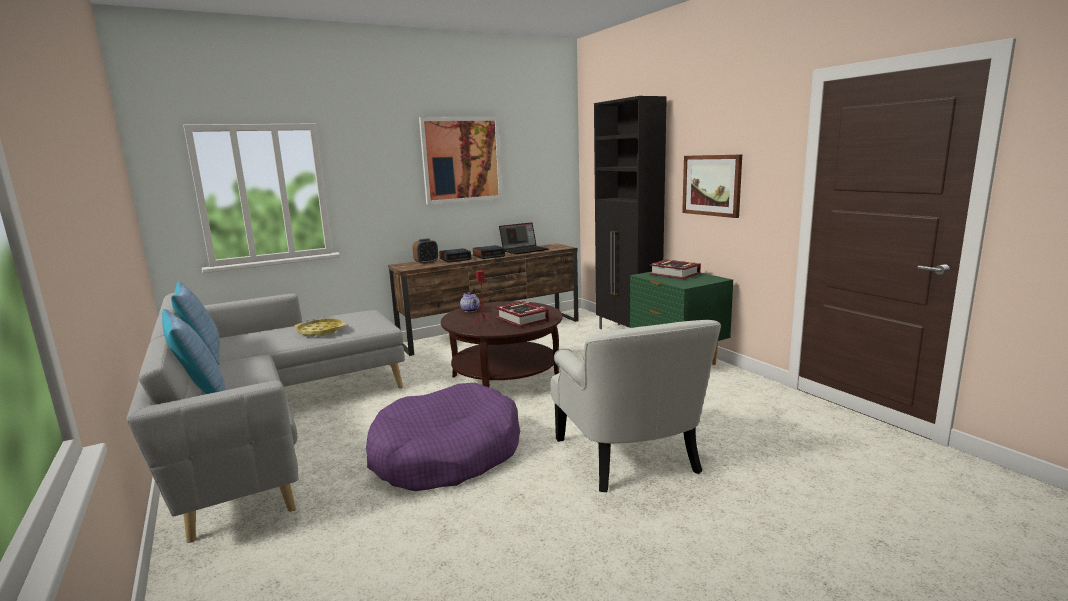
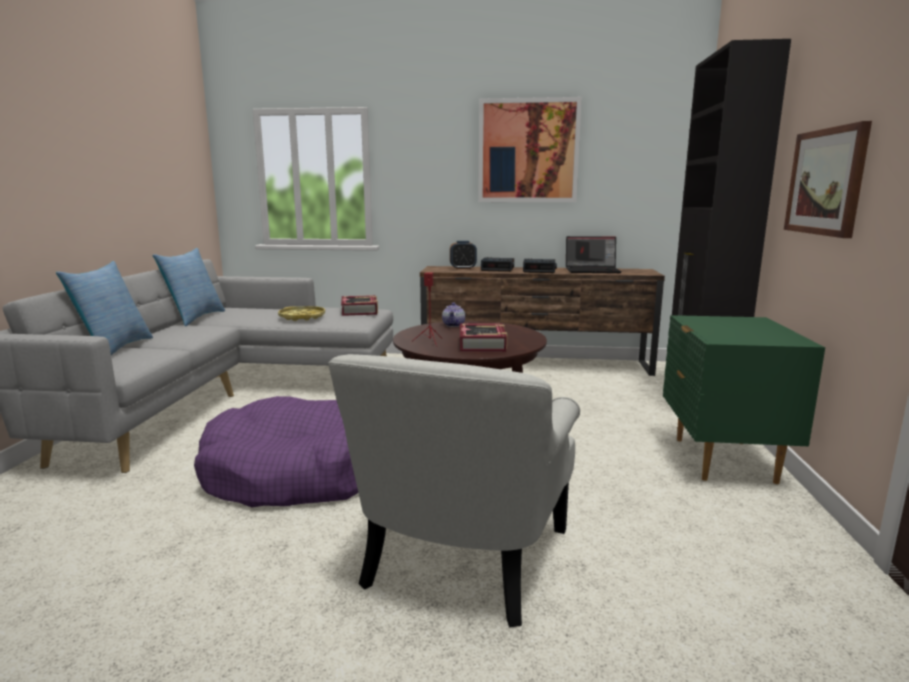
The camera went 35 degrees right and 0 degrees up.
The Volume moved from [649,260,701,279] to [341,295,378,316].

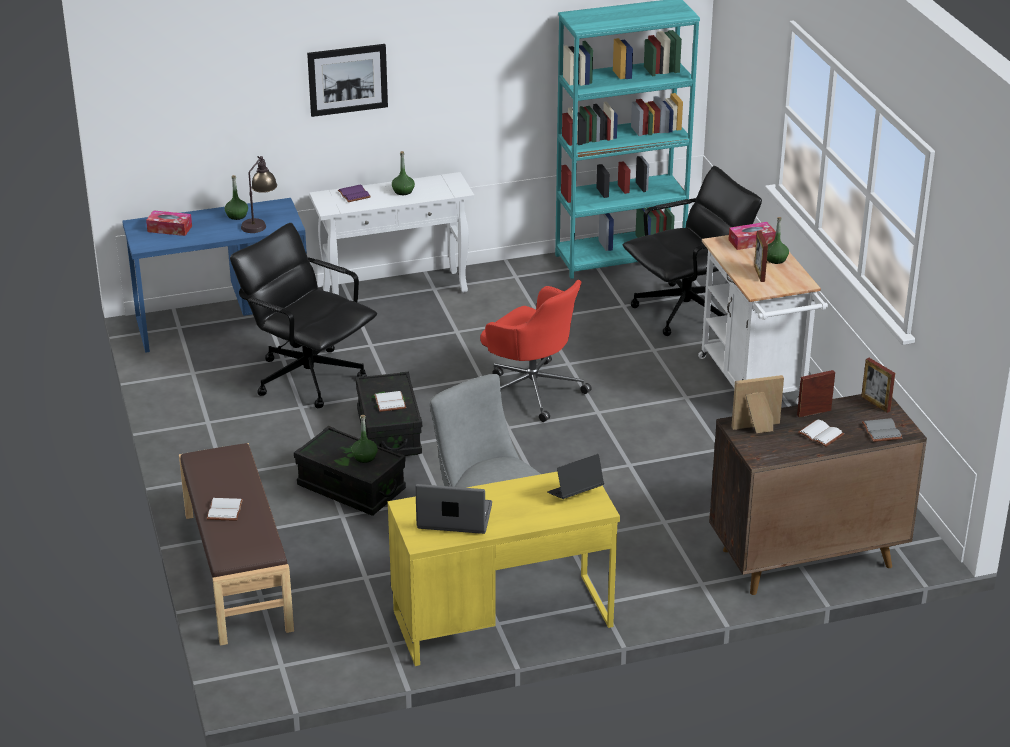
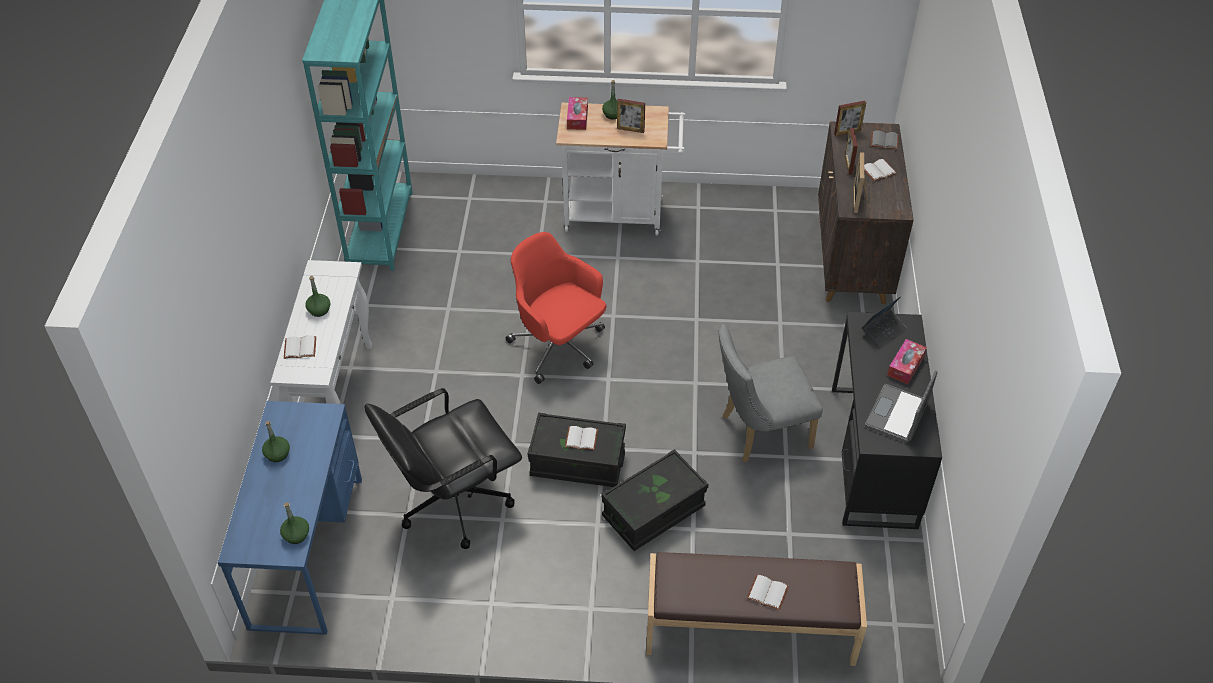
The camera went 70 degrees left and 15 degrees up.
The WallArt at [307,44,388,117] disappeared.
The TableLamp at [241,156,277,233] disappeared.
The BlackColouredComputerChair at [623,166,762,336] disappeared.
The PurpleColouredVolume at [338,184,371,202] became the WhiteColouredVolume at [284,335,316,359].
The TissueHolder moved from [146,210,192,236] to [887,339,927,384].
The RedColouredComputerChair at [480,280,592,422] turned 105 degrees counterclockwise.
The GreenColouredBeverageBottle moved from [351,415,378,463] to [280,502,309,544].
The PortableComputer at [547,454,604,499] turned 120 degrees counterclockwise.
The YellowDeskTable at [388,471,620,666] became the BlackColouredDeskTable at [832,312,942,529].

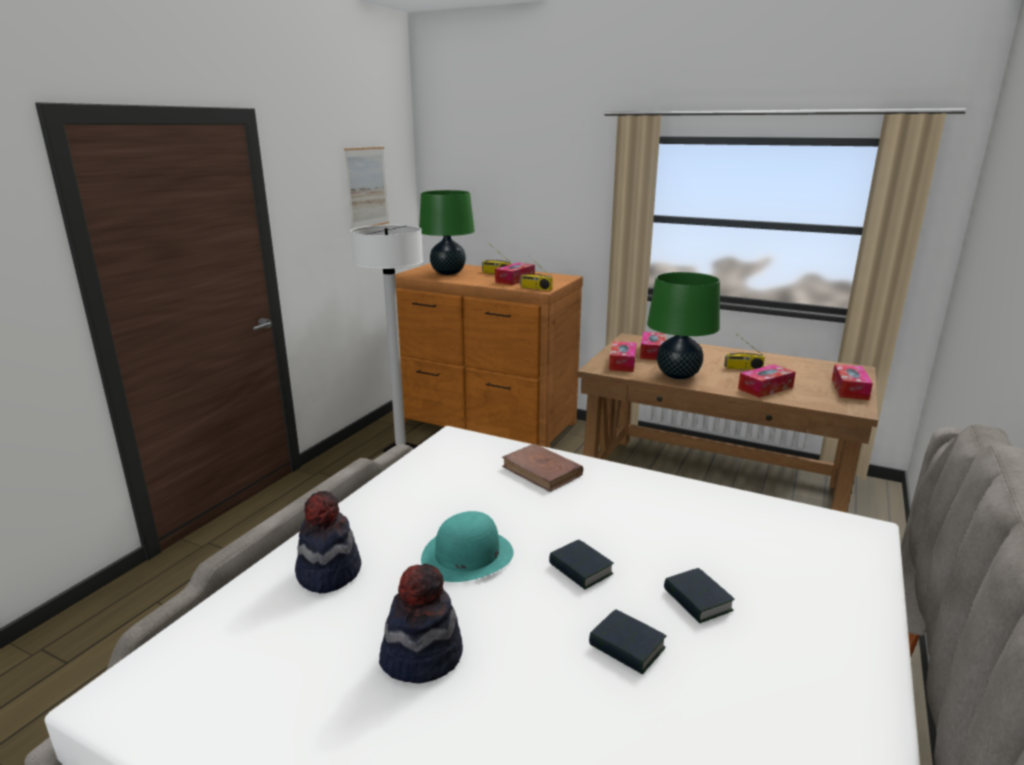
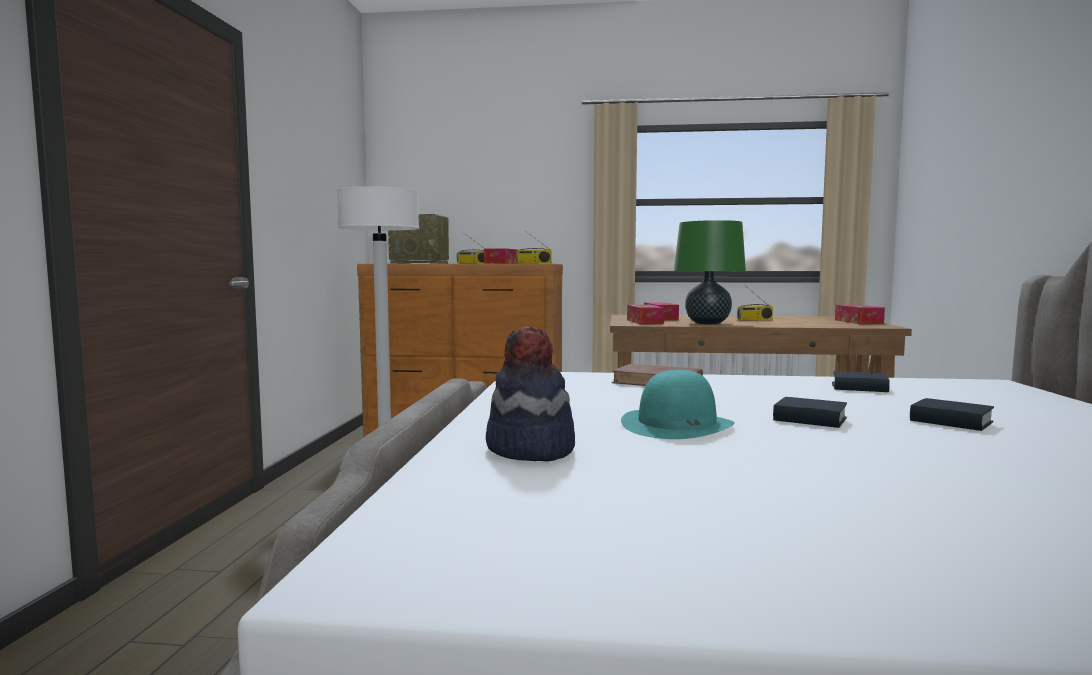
The camera went 20 degrees left and 15 degrees down.
The WallArt at [344,147,389,229] disappeared.
The GreenColouredTableLamp at [419,190,475,275] was replaced by the Radio at [388,214,449,264].
The TissueHolder at [738,364,796,398] disappeared.
The Hat at [379,563,463,683] disappeared.
The Volume moved from [589,609,667,675] to [832,371,890,392].

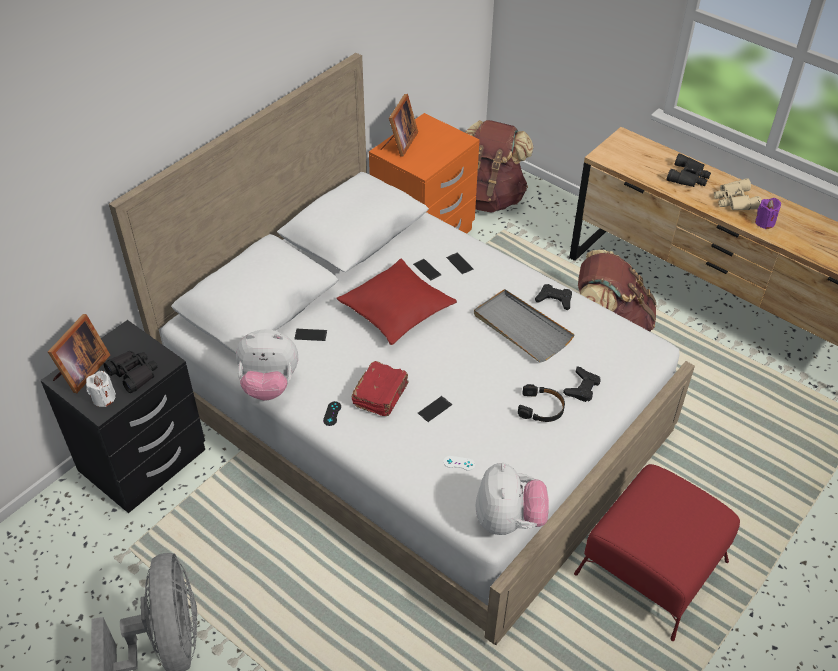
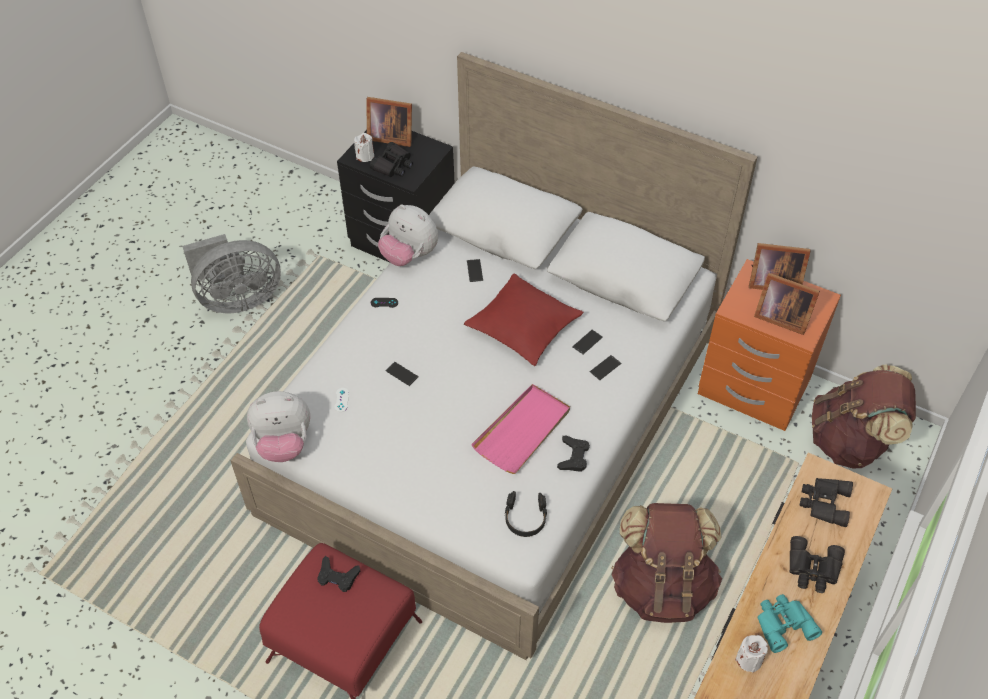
The camera went 80 degrees right and 5 degrees up.
The BeigeFieldGlasses at [714,178,762,210] became the TurquoiseFieldGlasses at [757,594,822,653].
The PurpleColouredWaxCandle at [755,198,781,229] became the WhiteColouredWaxCandle at [735,635,768,673].
The GreyCarryingTray at [474,289,575,363] became the PinkishCarryingTray at [471,384,570,474].
The SoftToy at [236,329,298,401] turned 45 degrees counterclockwise.
The RedColouredVolume at [352,361,409,416] disappeared.
The BlackColouredGameController moved from [563,367,601,402] to [317,556,360,592].
The BlackColouredPairOfHeadphones moved from [518,384,565,422] to [505,491,547,537].
The PhotoFrame at [754,273,820,335] appeared.
The BlackColouredFieldGlasses at [799,478,853,527] appeared.

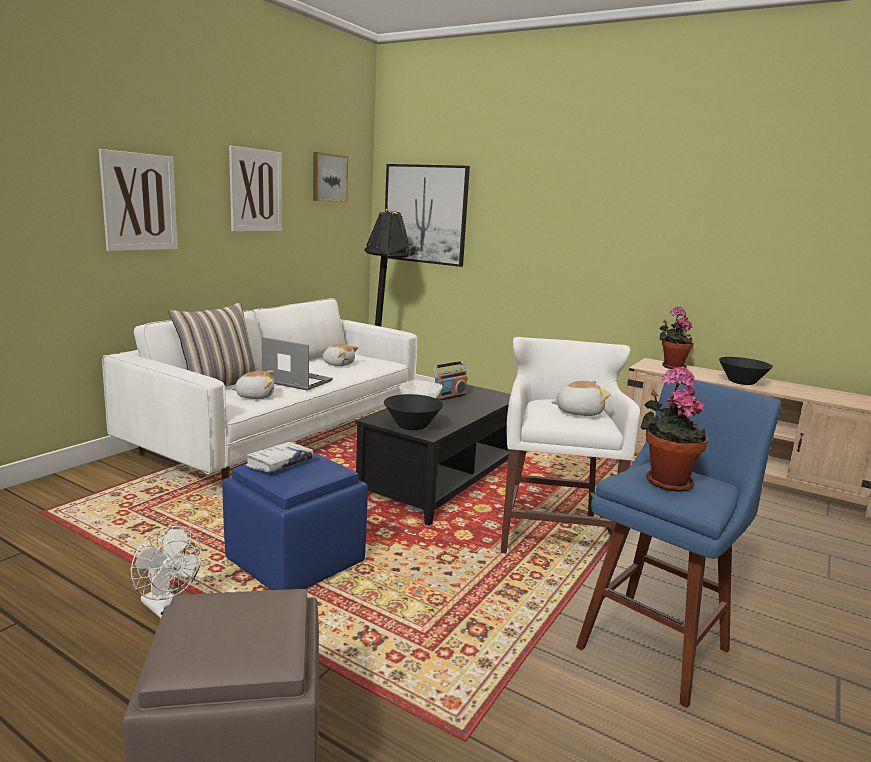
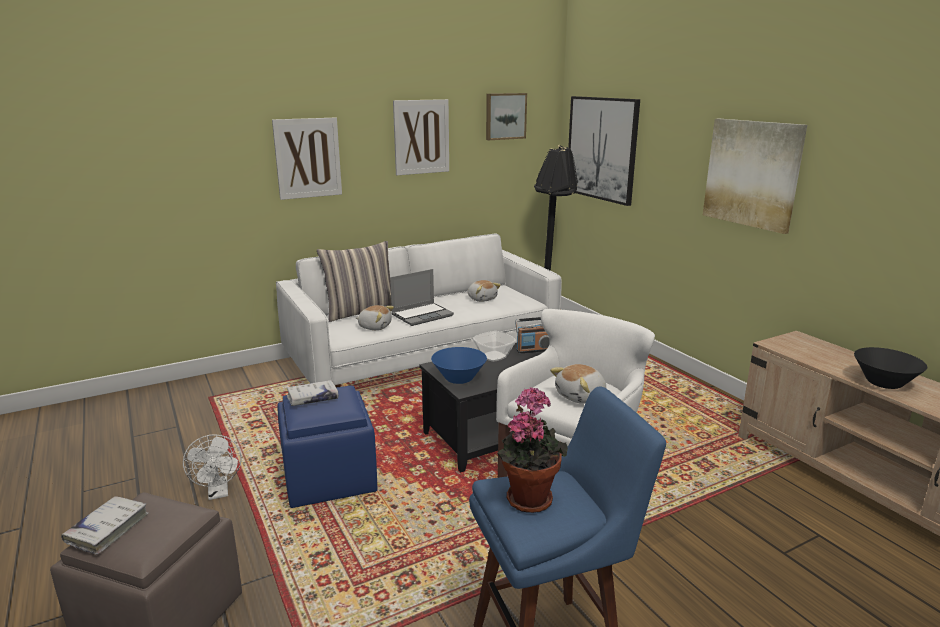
The camera went 30 degrees right and 5 degrees up.
The Houseplant at [659,307,694,369] disappeared.
The PortableComputer at [261,337,333,390] turned 90 degrees clockwise.
The SoftToy at [551,381,611,416] turned 120 degrees clockwise.
The BlackColouredDeepDish at [384,394,443,430] became the BlueDeepDish at [431,347,487,384].
The WallArt at [703,119,807,234] appeared.
The WhiteColouredVolume at [61,496,149,555] appeared.

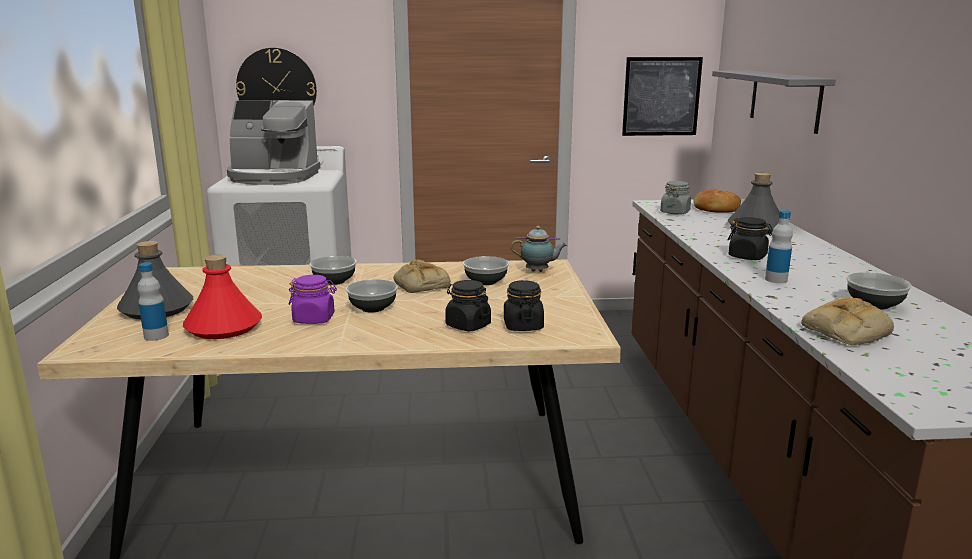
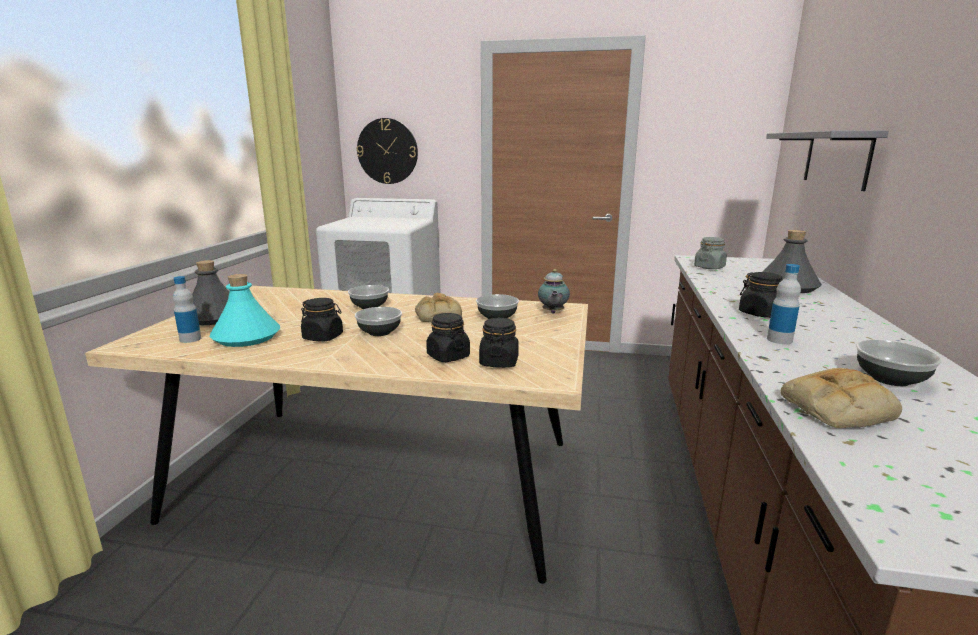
The camera went 15 degrees right and 0 degrees up.
The WallArt at [622,57,703,136] disappeared.
The CoffeeMaker at [227,100,320,185] disappeared.
The BakedBread at [693,189,741,213] disappeared.
The TeaPot at [511,226,567,272] turned 75 degrees clockwise.
The RedColouredBeverageBottle at [183,255,262,339] became the TurquoiseBeverageBottle at [210,274,280,347].
The PurpleColouredPreserveJar at [289,275,337,324] became the BlackColouredPreserveJar at [301,298,343,342].

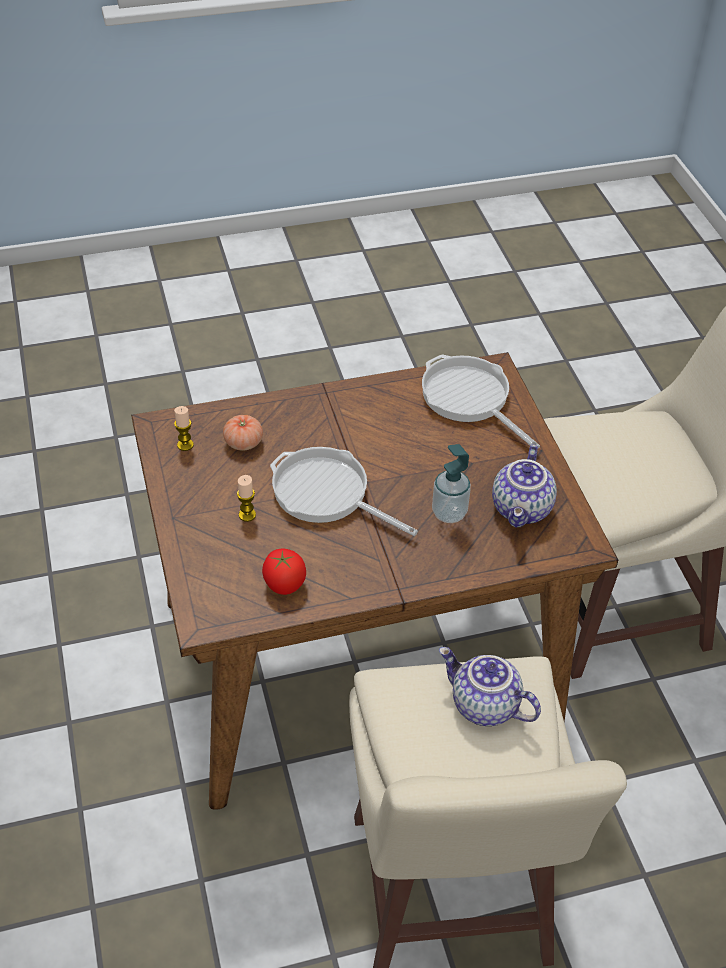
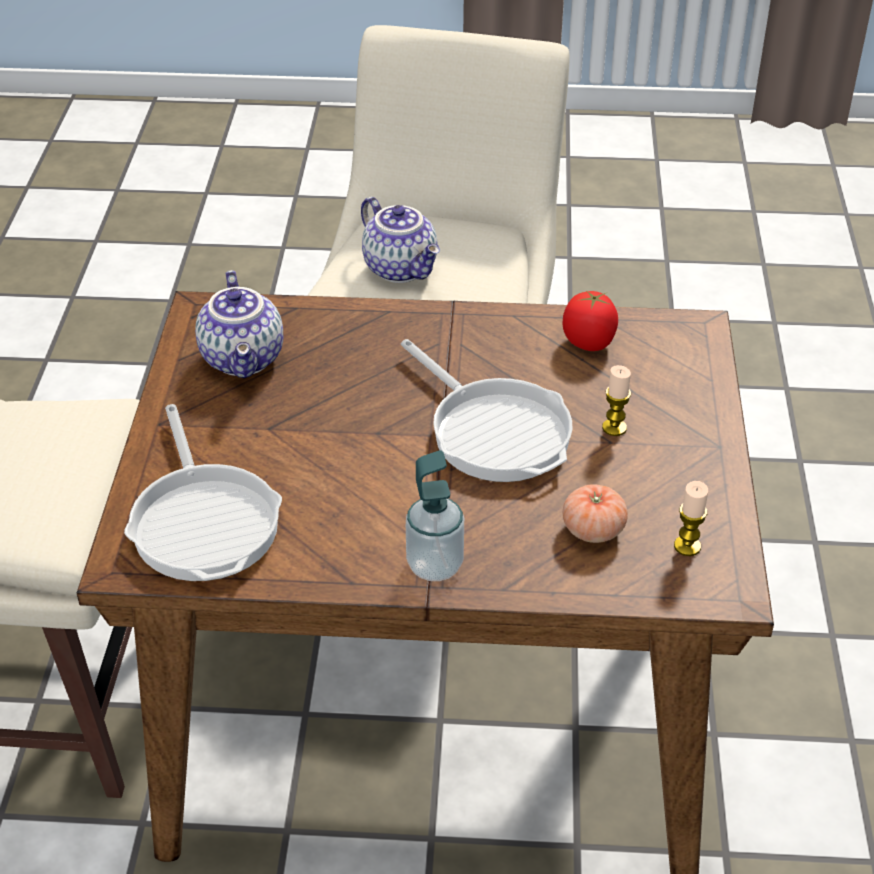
The camera went 160 degrees left and 5 degrees down.
The SoapBottle moved from [432,444,471,523] to [406,450,464,581].
The TeaPot at [492,444,557,528] turned 135 degrees clockwise.

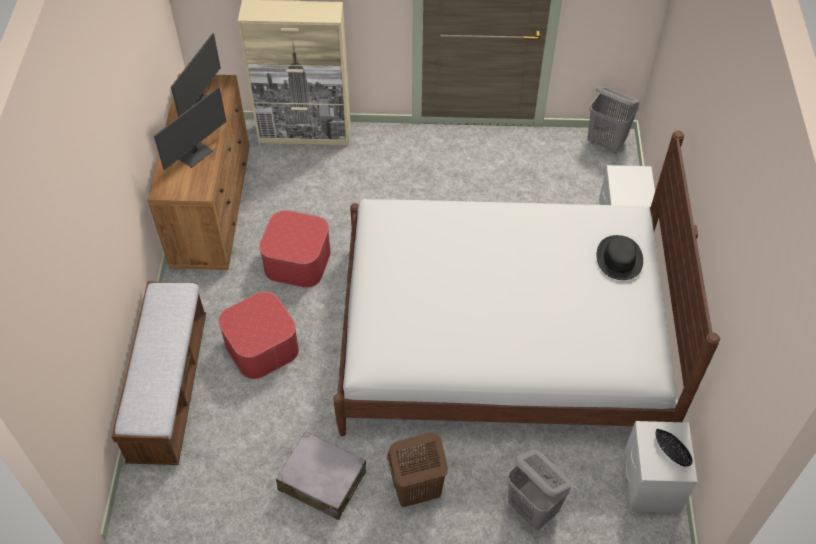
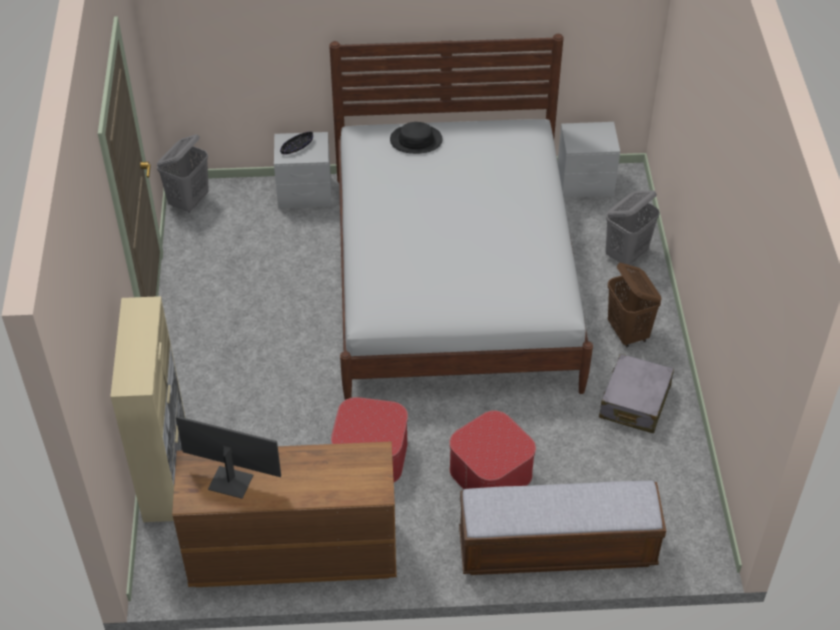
The camera went 95 degrees left and 5 degrees down.
The ComputerScreen at [154,87,227,170] disappeared.
The BlackColouredDeepDish moved from [656,429,693,467] to [280,132,313,154].

